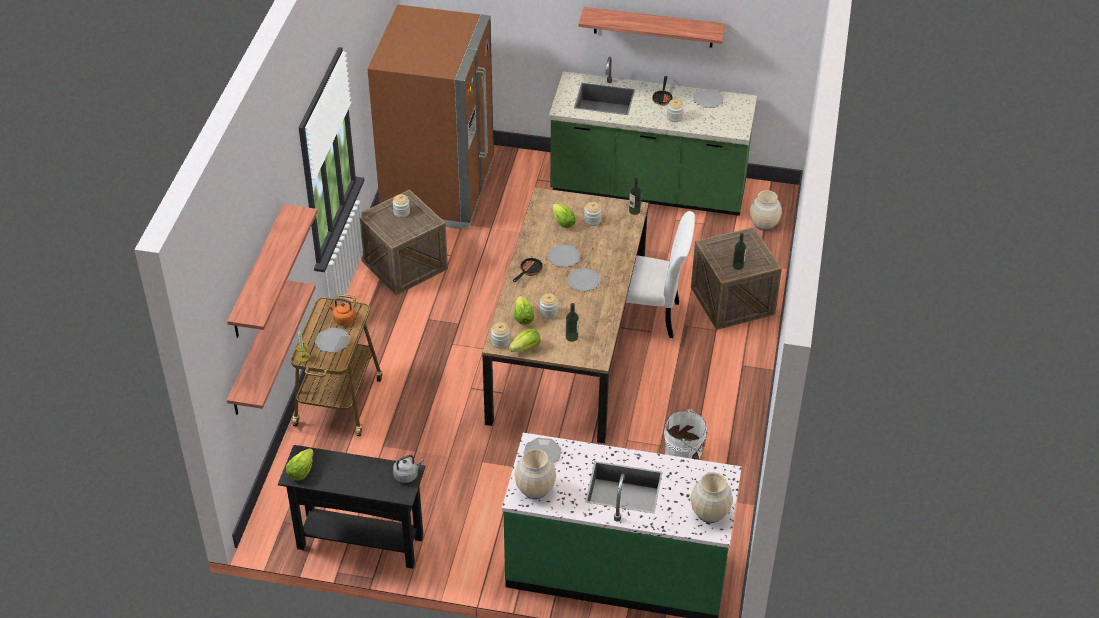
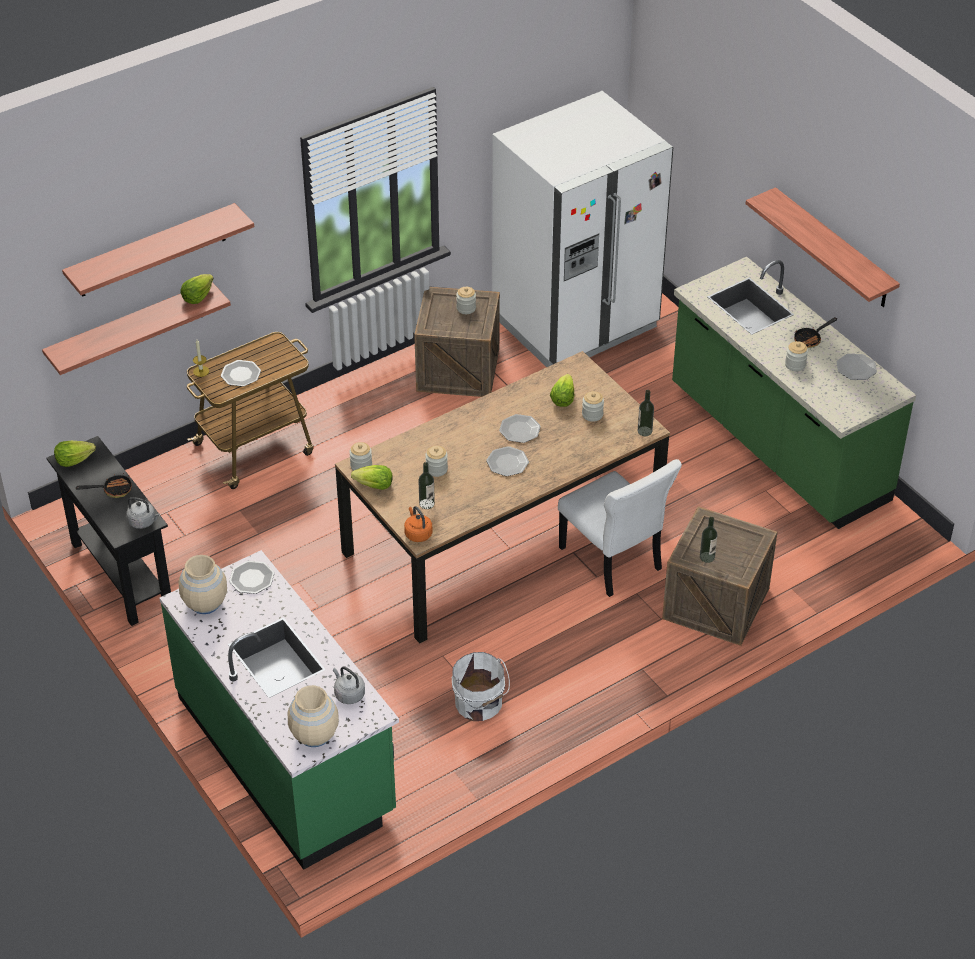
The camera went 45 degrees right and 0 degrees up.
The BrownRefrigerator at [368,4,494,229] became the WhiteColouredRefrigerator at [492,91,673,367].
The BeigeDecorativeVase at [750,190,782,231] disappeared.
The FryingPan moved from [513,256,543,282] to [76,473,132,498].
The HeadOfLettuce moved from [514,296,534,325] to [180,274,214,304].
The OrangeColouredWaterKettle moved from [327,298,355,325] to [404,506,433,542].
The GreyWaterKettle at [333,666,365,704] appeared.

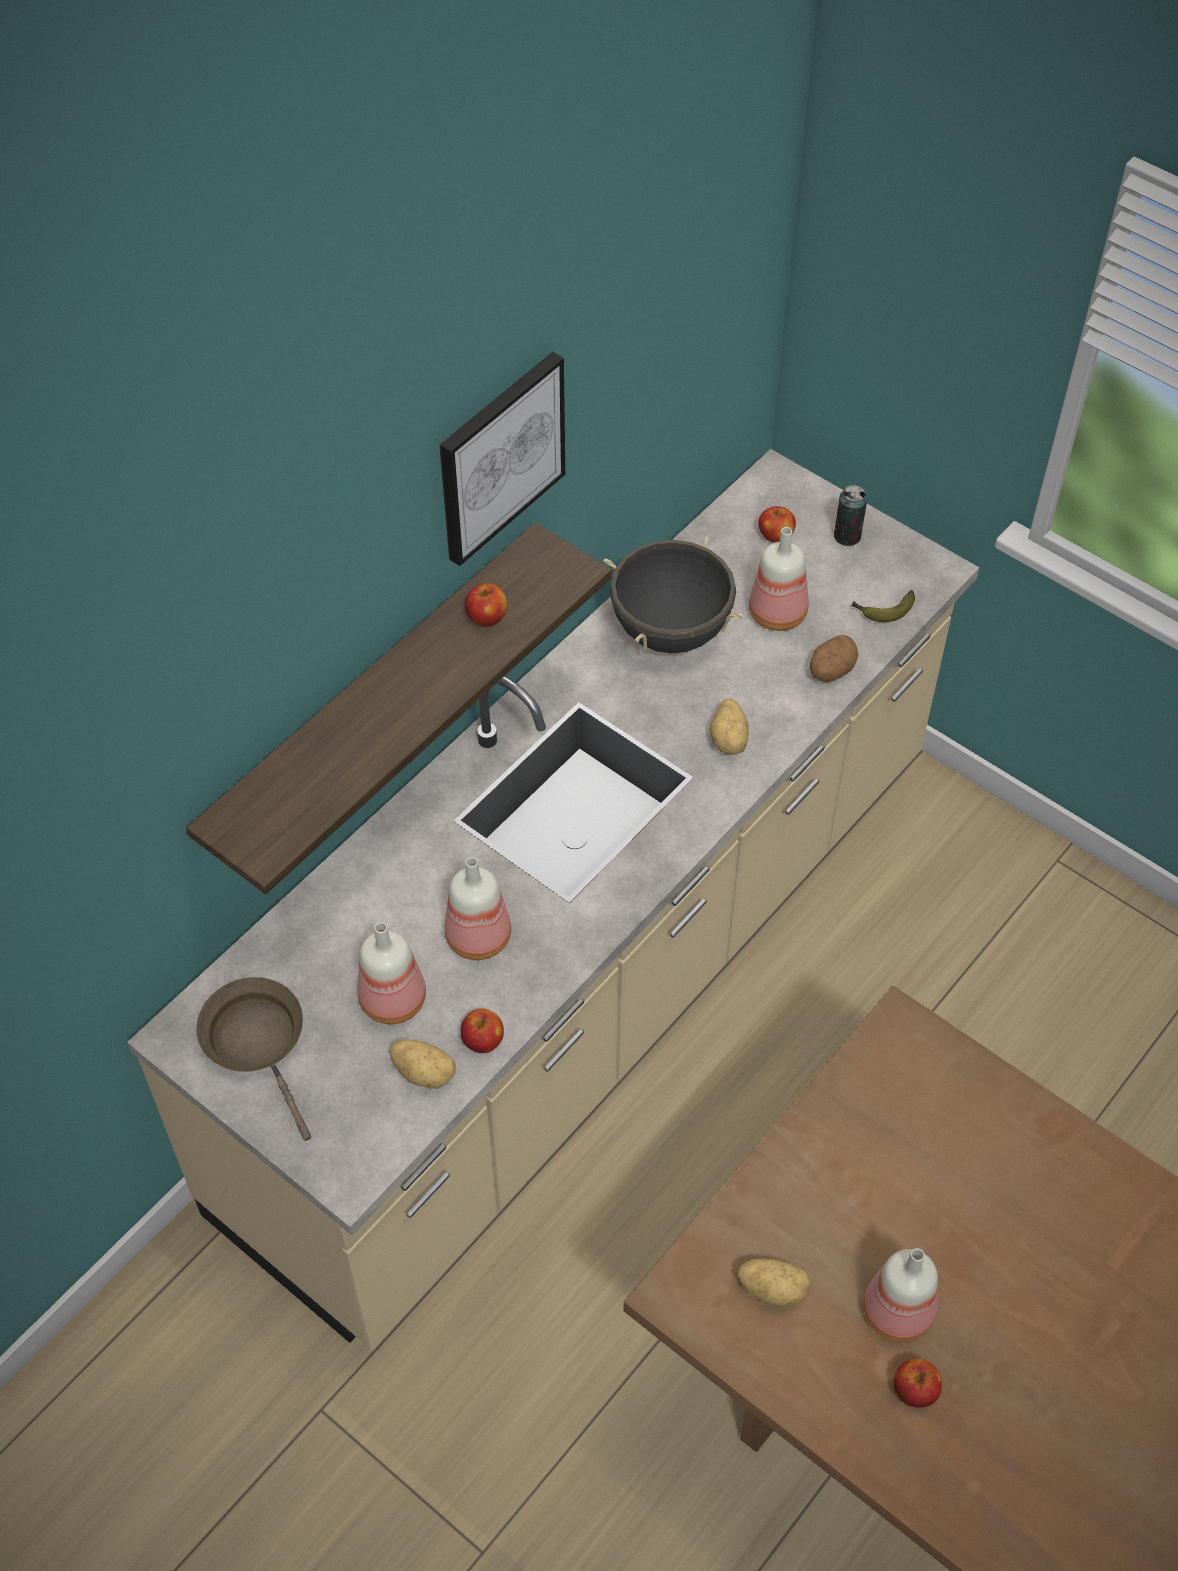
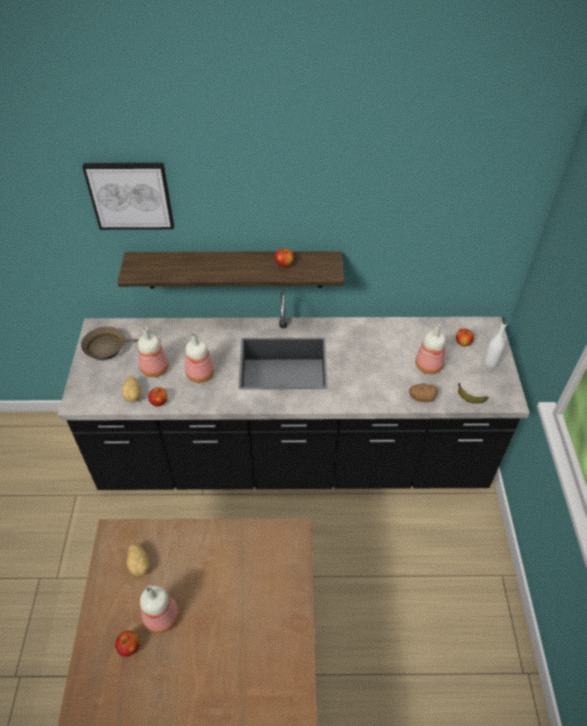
The camera went 50 degrees right and 5 degrees down.
The WallArt moved from [439,352,565,566] to [82,163,174,230].
The BeigeKitchenBaseUnit at [127,449,979,1350] became the BlackColouredKitchenBaseUnit at [58,292,529,490].
The Can at [834,485,867,546] was replaced by the WhiteColouredBeverageBottle at [484,321,507,368].
The BlackColouredStockpot at [603,536,744,653] disappeared.
The Spud at [710,698,749,755] disappeared.
The BrownFryingPan at [196,977,311,1141] turned 120 degrees counterclockwise.

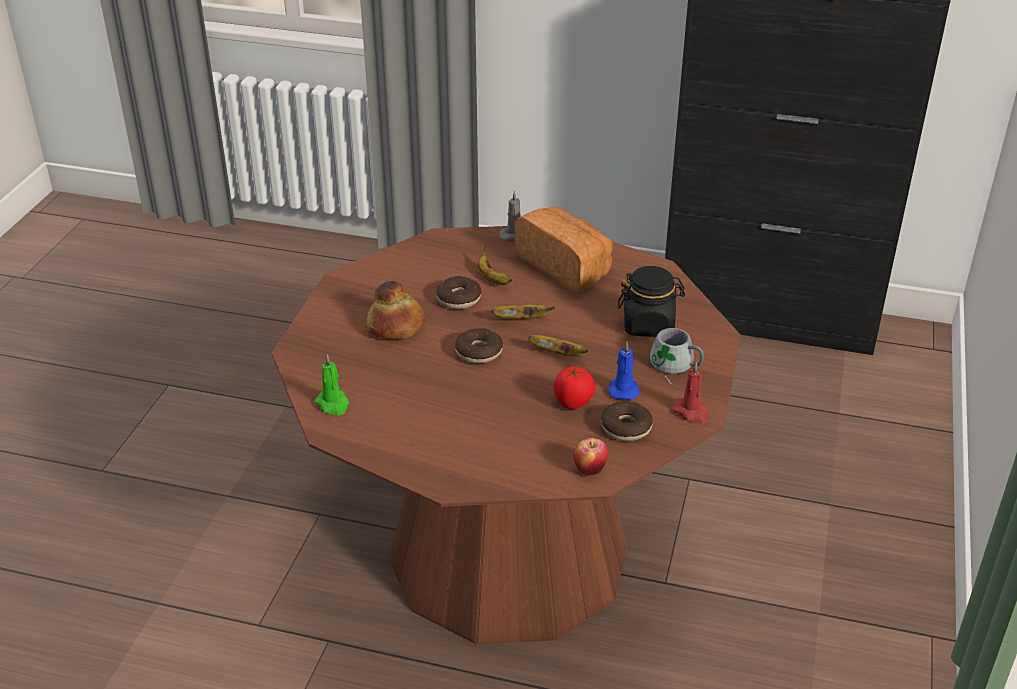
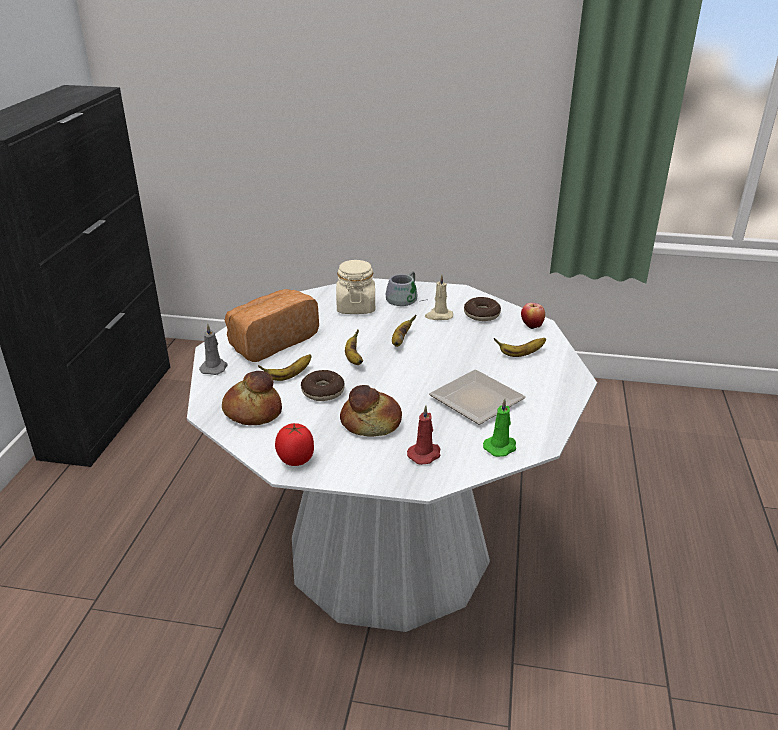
The camera went 95 degrees left and 5 degrees down.
The BrownDinnerTable at [272,226,741,644] became the WhiteColouredDinnerTable at [187,278,597,632].
The BlackColouredPreserveJar at [618,266,685,337] became the BeigePreserveJar at [336,260,375,314].
The RingDoughnut at [455,328,503,364] disappeared.
The BlueWaxCandle at [608,342,640,400] became the BeigeWaxCandle at [425,274,453,320].
The RedColouredWaxCandle moved from [673,361,708,423] to [407,406,441,465].
The WholeTomato moved from [553,366,595,410] to [275,423,314,466].
The WholeBanana at [494,338,546,357] appeared.
The FlatDish at [429,369,526,425] appeared.
The BakedBread at [222,371,282,425] appeared.

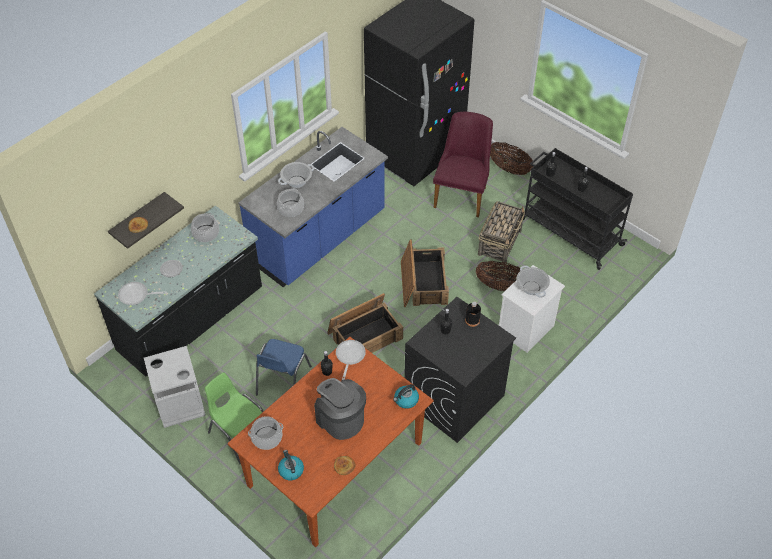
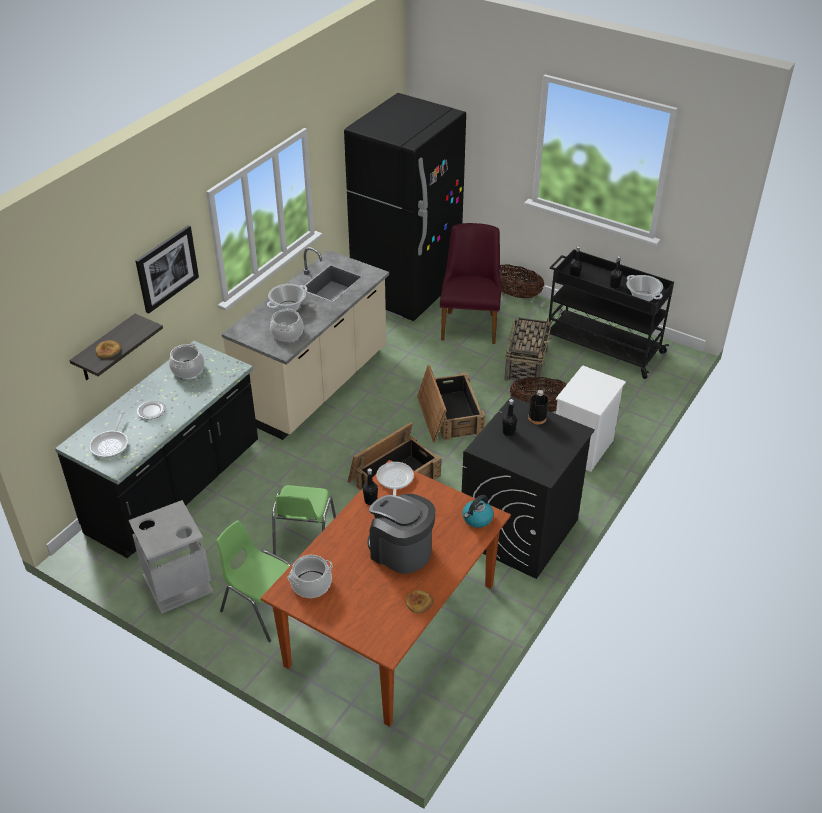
The camera went 10 degrees left and 10 degrees down.
The BlueKitchenBaseUnit at [238,127,388,287] became the BeigeKitchenBaseUnit at [222,247,389,440].
The Stockpot moved from [516,266,550,298] to [626,275,663,301].
The FryingPan at [118,282,167,305] turned 75 degrees counterclockwise.
The BluePlainChair at [256,339,312,395] became the GreenColouredPlainChair at [272,485,336,555].
The WaterKettle at [278,450,304,480] disappeared.
The WallArt at [135,225,199,314] appeared.

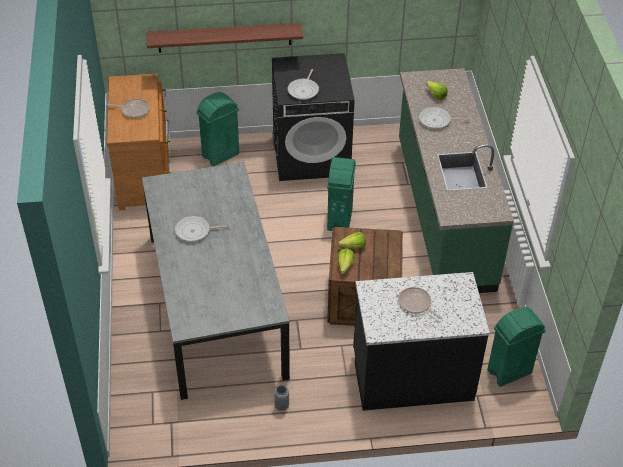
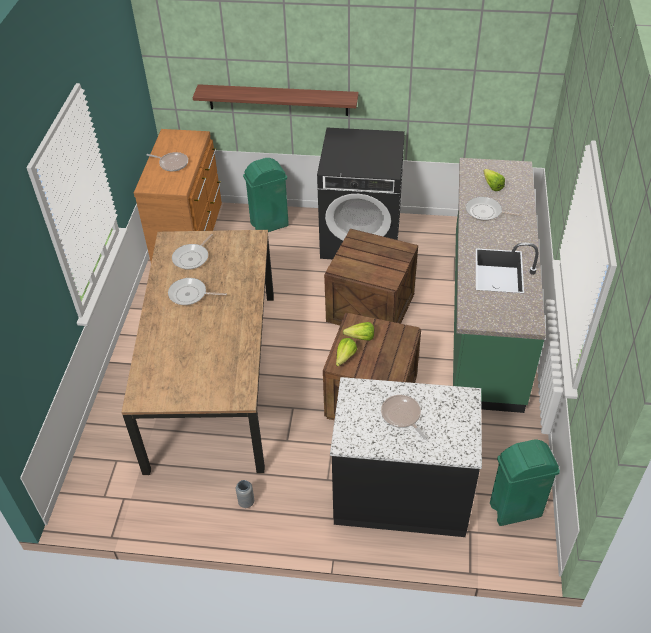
The camera went 15 degrees right and 0 degrees up.
The FryingPan moved from [288,69,319,100] to [172,234,213,270].
The GreenColouredWasteBin at [327,157,356,231] was replaced by the PackingCrate at [324,229,418,325].
The GreyDinnerTable at [142,162,290,400] became the BrownDinnerTable at [121,230,274,475].

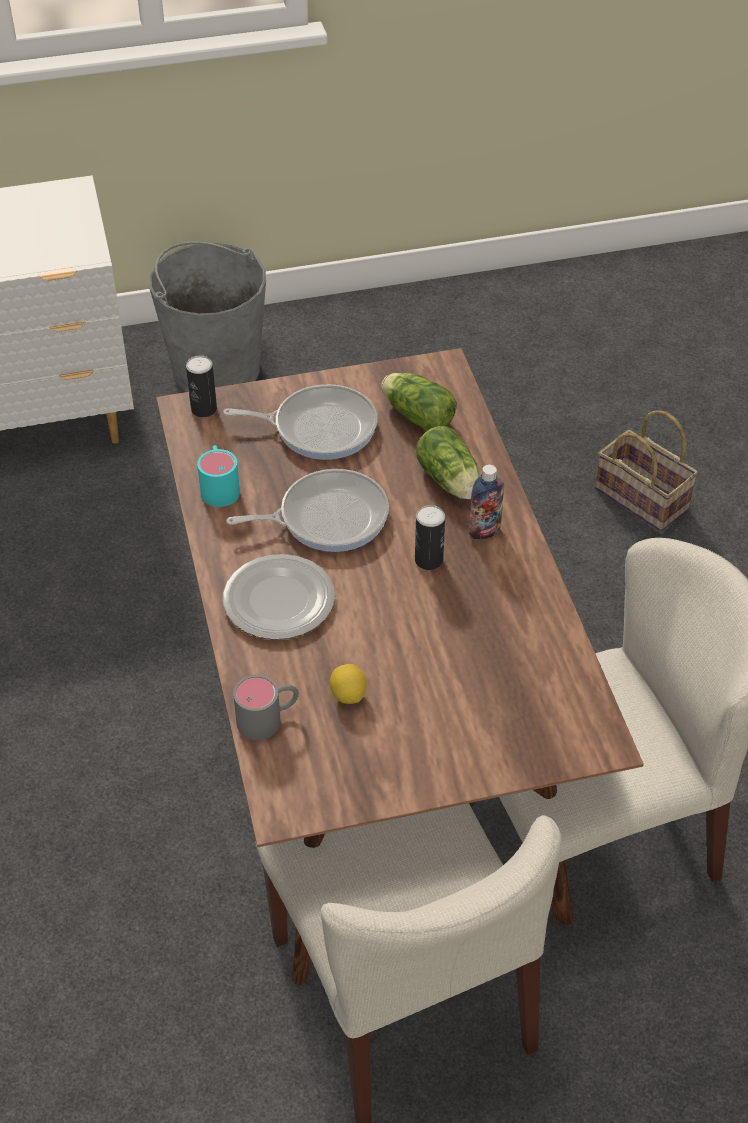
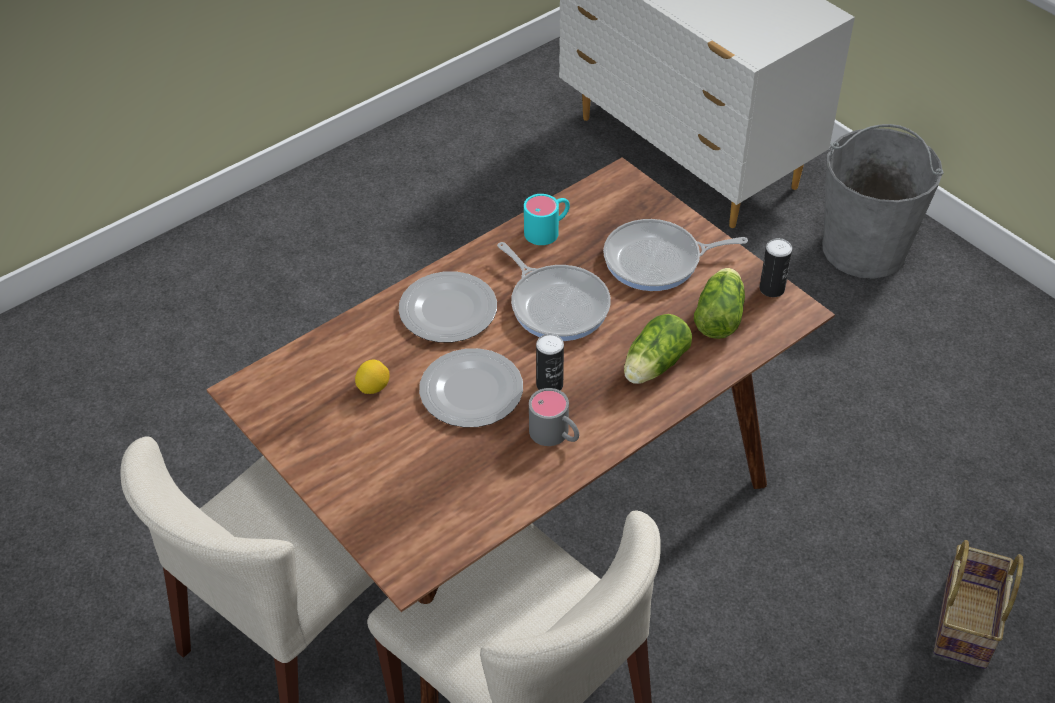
The camera went 65 degrees right and 0 degrees up.
The Can moved from [186,355,217,417] to [760,238,792,297].
The FryingPan at [223,384,378,460] turned 105 degrees clockwise.
The BeverageBottle at [469,465,504,539] disappeared.
The GreyCoffeeMug moved from [233,675,299,740] to [529,388,579,446].
The FlatDish at [419,348,523,427] appeared.

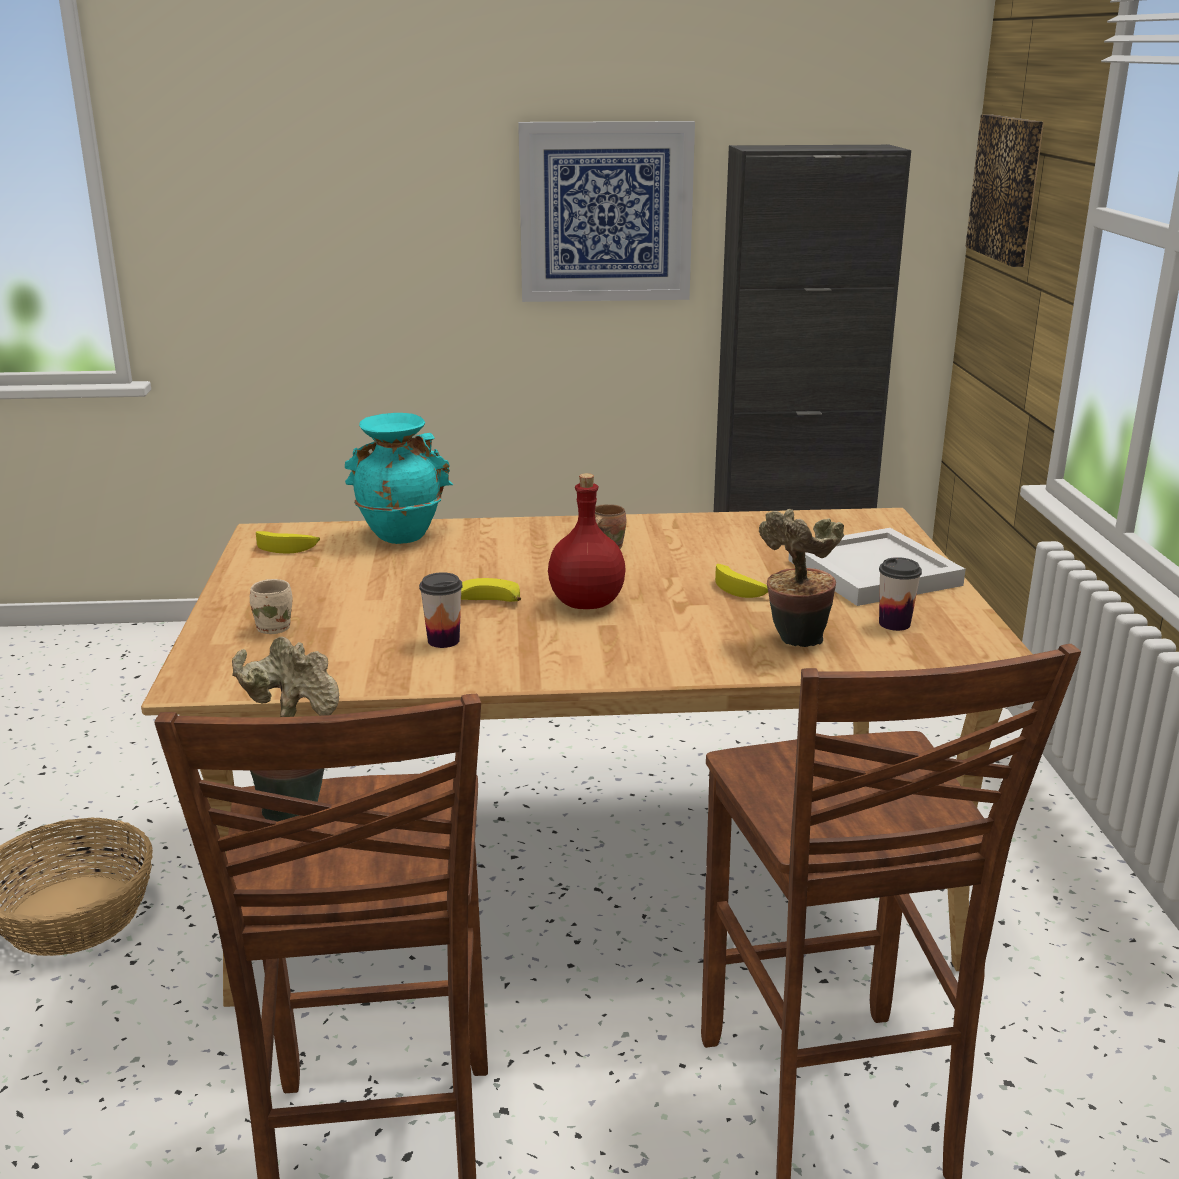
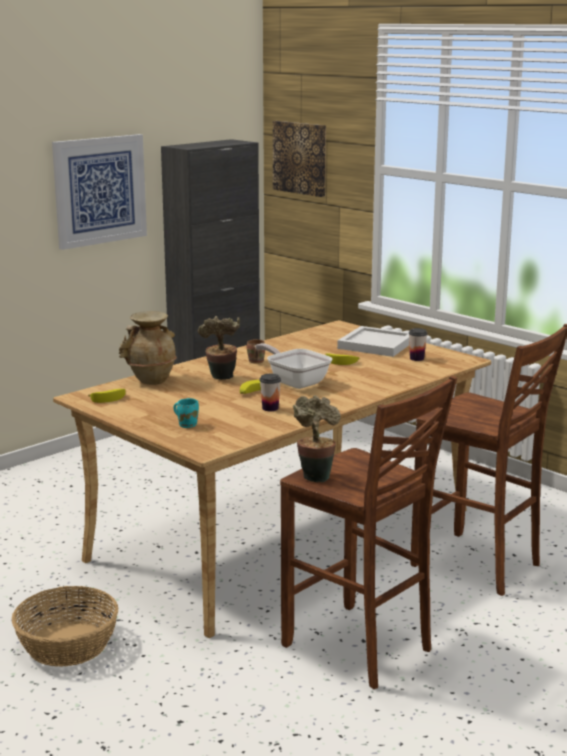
The camera went 40 degrees left and 5 degrees down.
The TurquoiseDecorativeVase at [345,413,453,544] became the BeigeDecorativeVase at [119,311,177,385].
The RedColouredBeverageBottle at [548,473,626,609] was replaced by the FryingPan at [255,344,332,389].
The Houseplant moved from [759,509,844,647] to [198,316,240,380].
The BeigeCoffeeMug at [250,579,292,634] became the TurquoiseCoffeeMug at [173,398,199,428].

